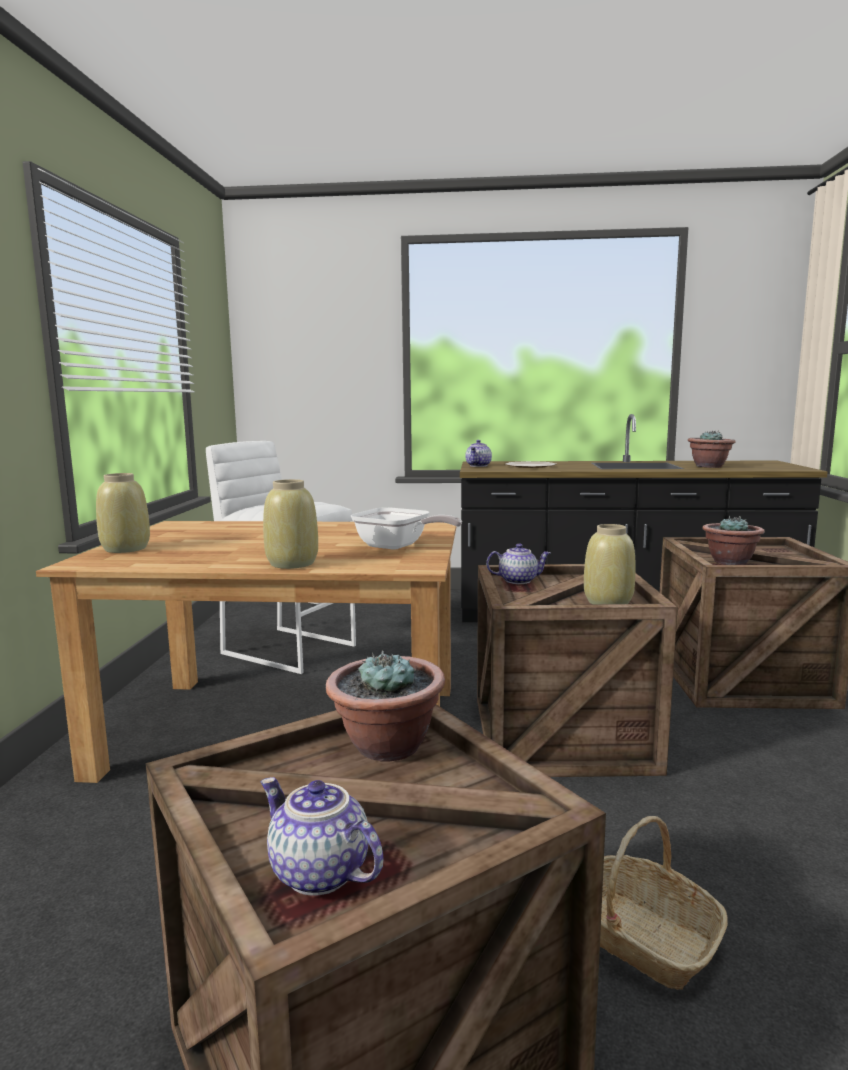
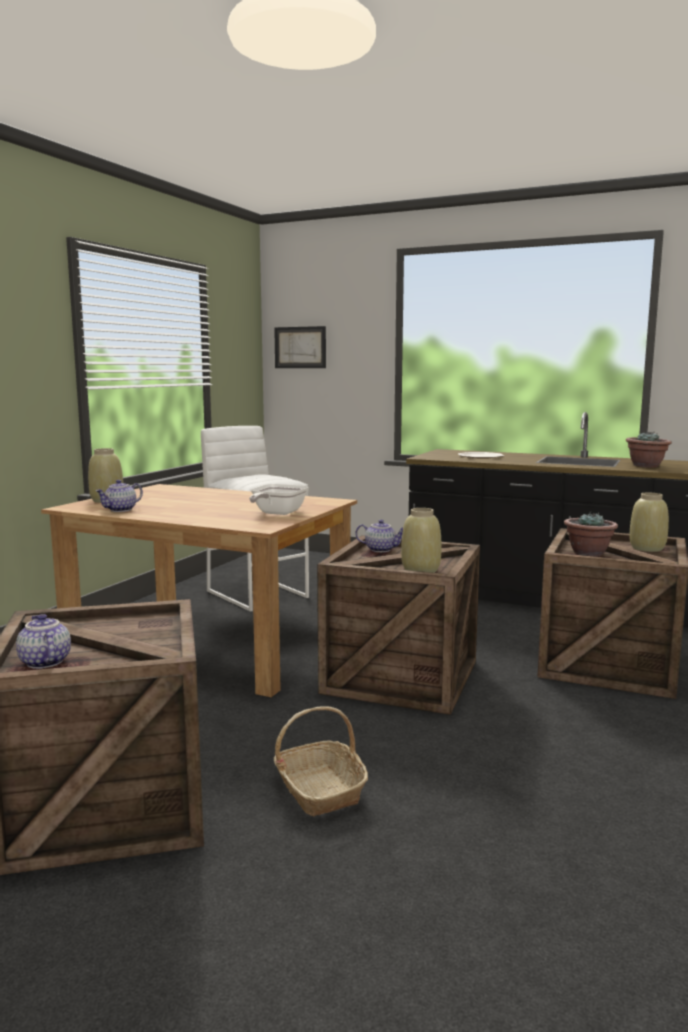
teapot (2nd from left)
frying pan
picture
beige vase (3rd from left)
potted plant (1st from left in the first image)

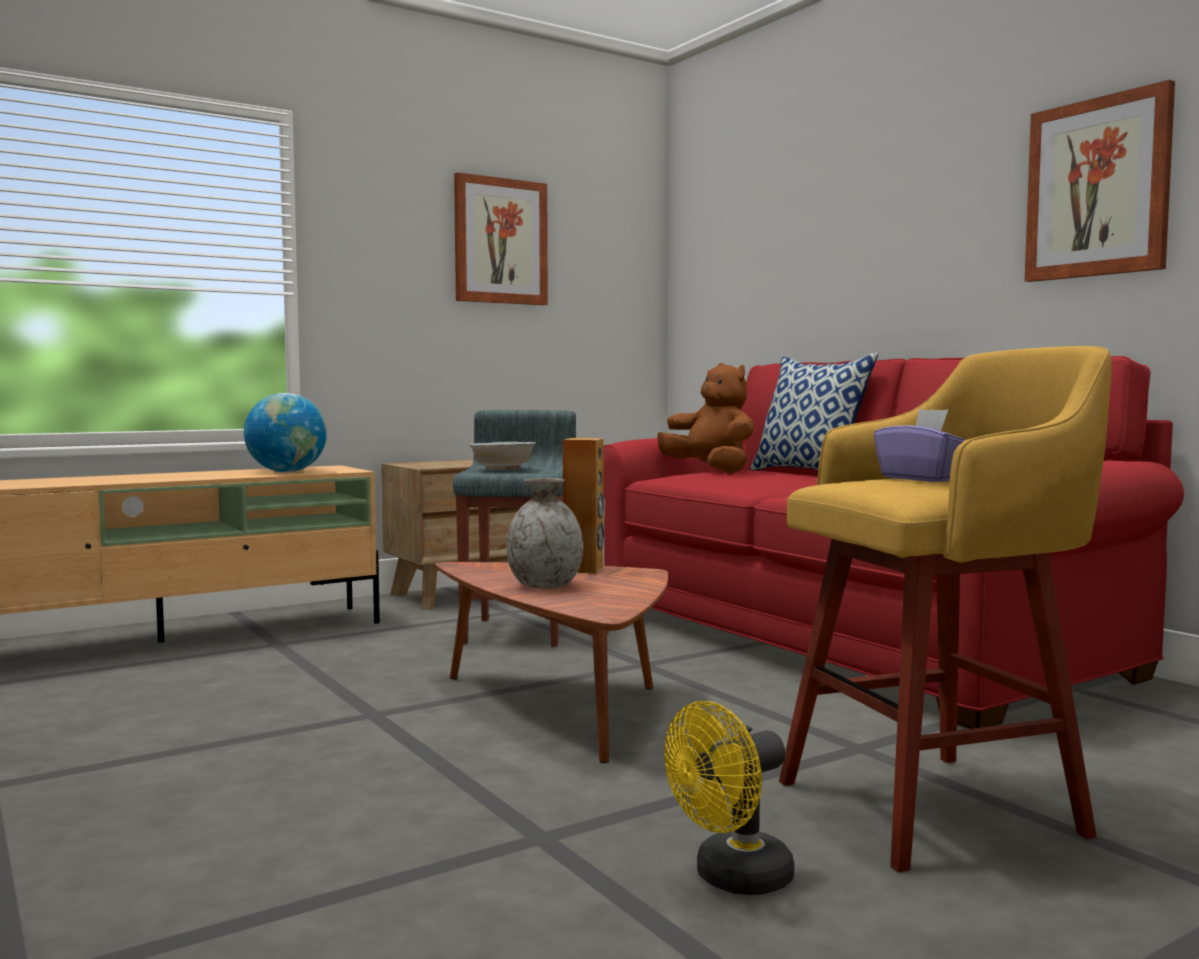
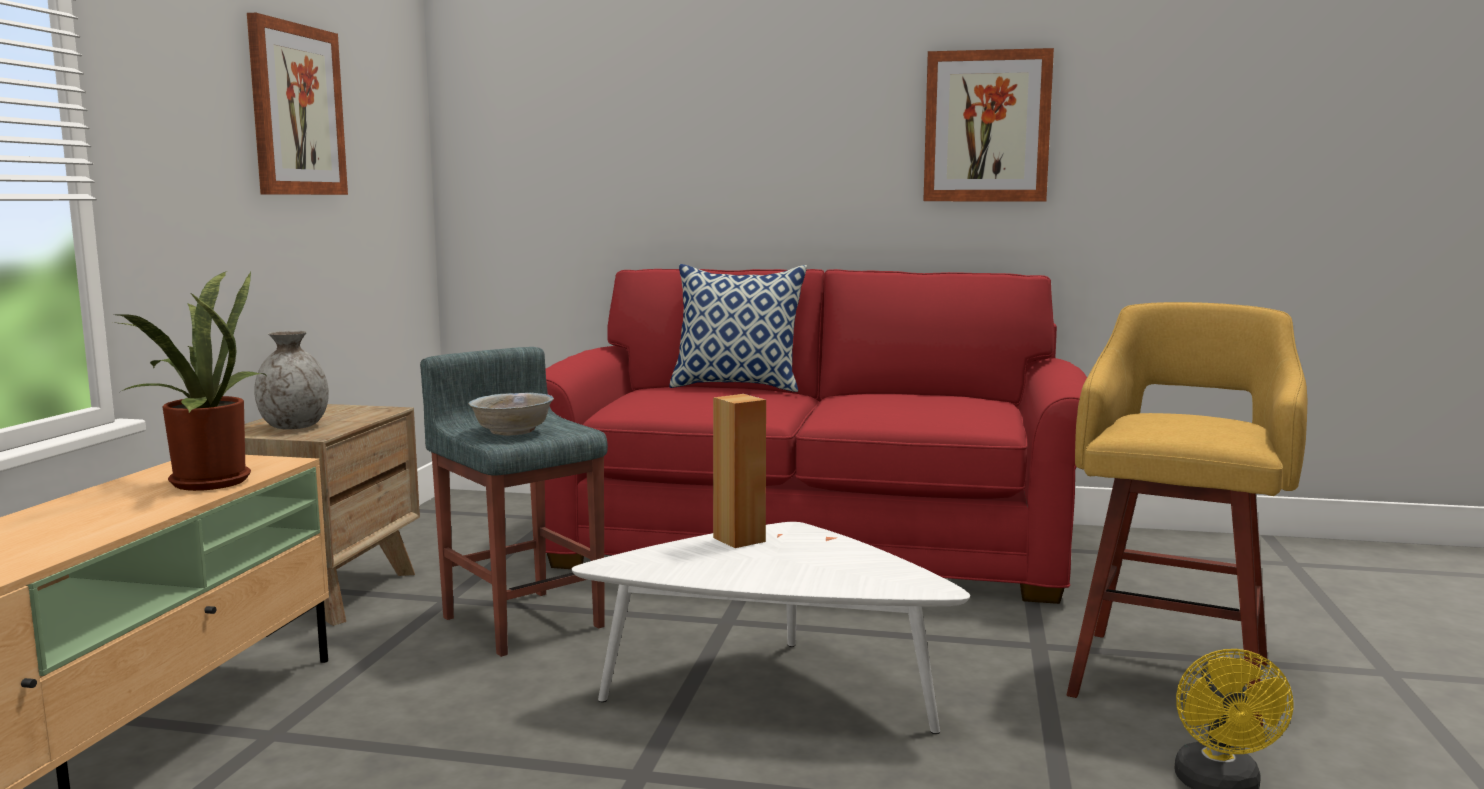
potted plant
grey vase
white coffee table
brown plush toy
purple tissue box

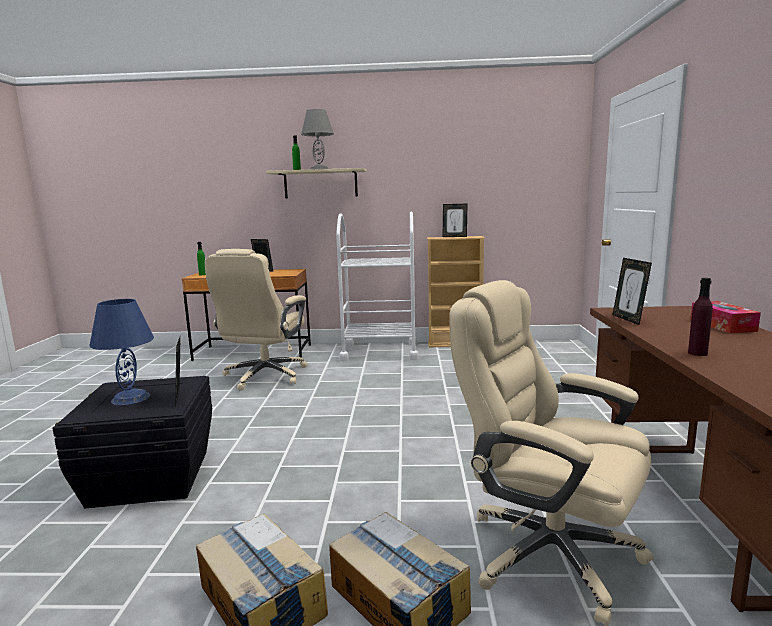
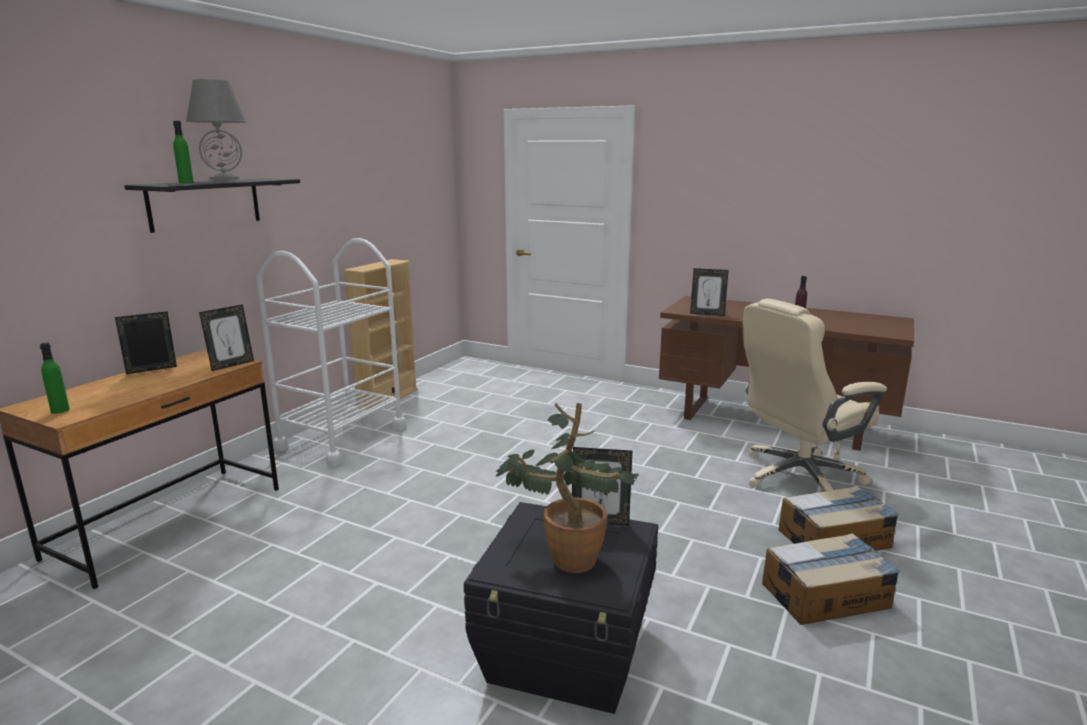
black shelf
picture frame (2nd from left)
potted plant
beige office chair (1st from left in the first image)
tissue box

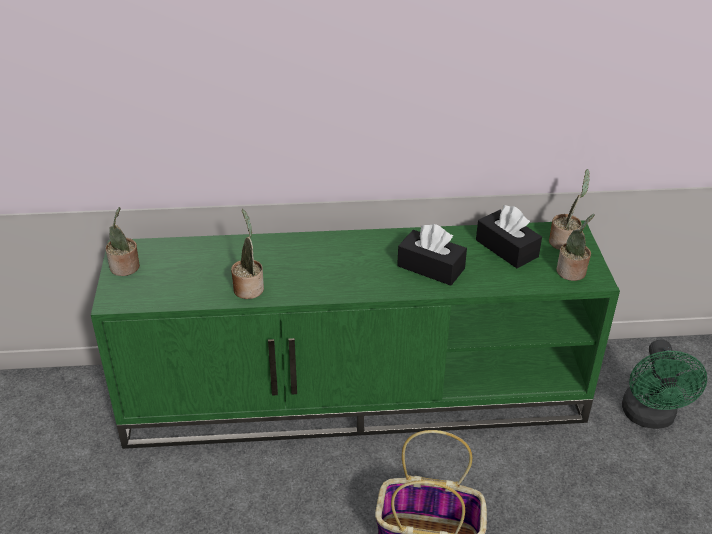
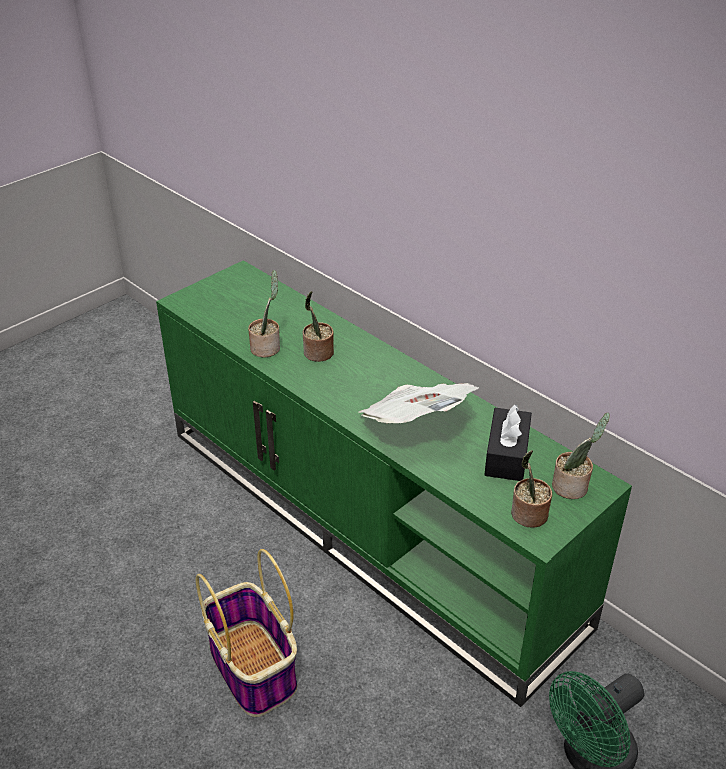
potted plant (2nd from left)
newspaper

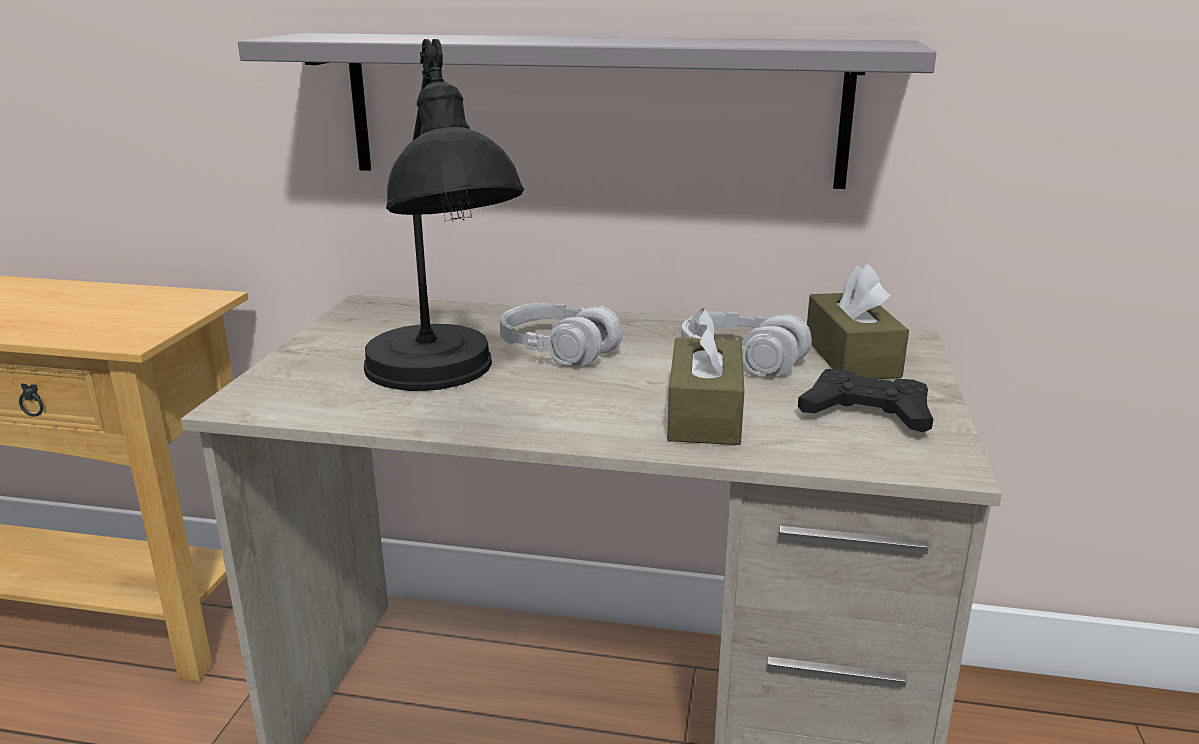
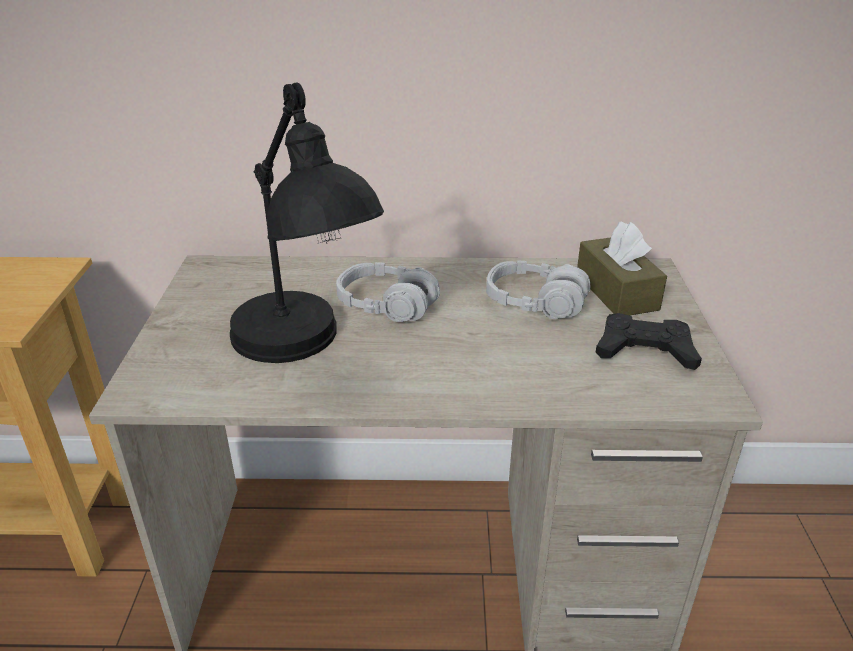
grey shelf
brown tissue box (1st from left in the first image)

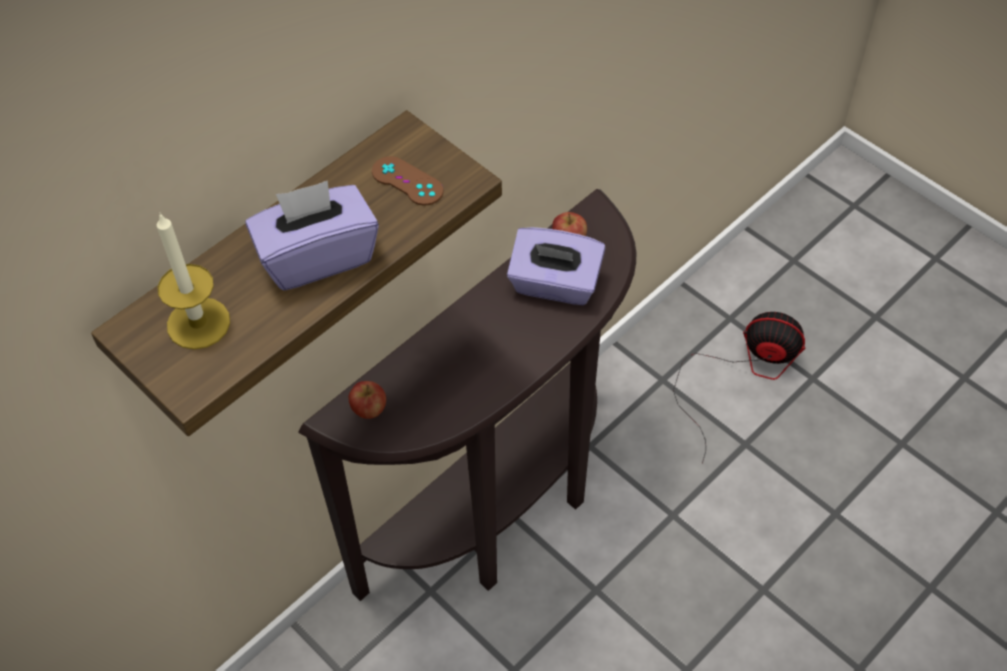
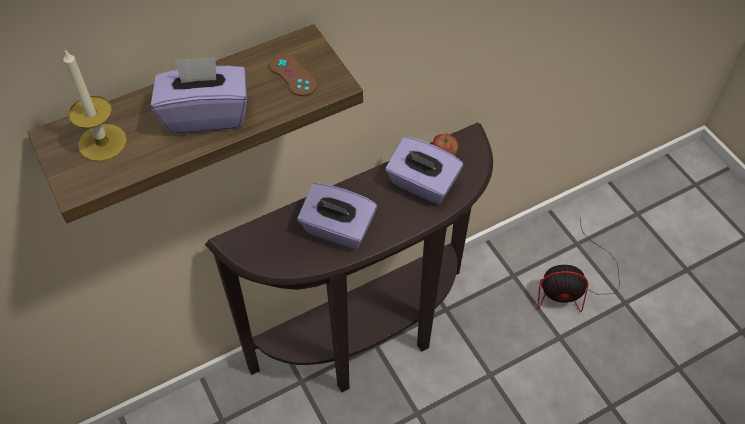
purple tissue box (2nd from left)
fan
apple (1st from left in the first image)

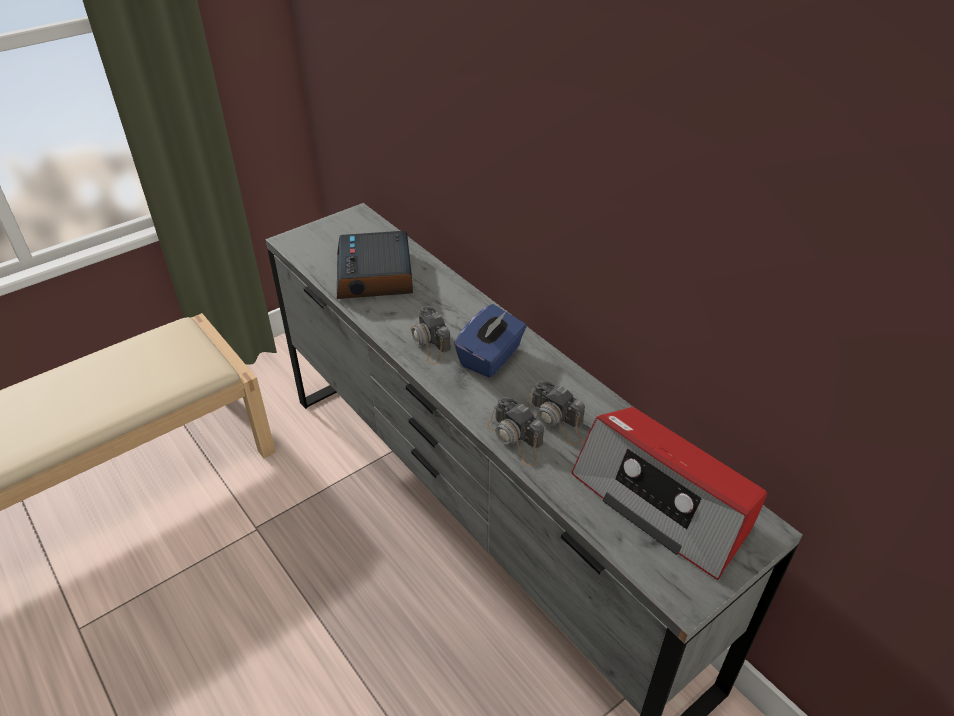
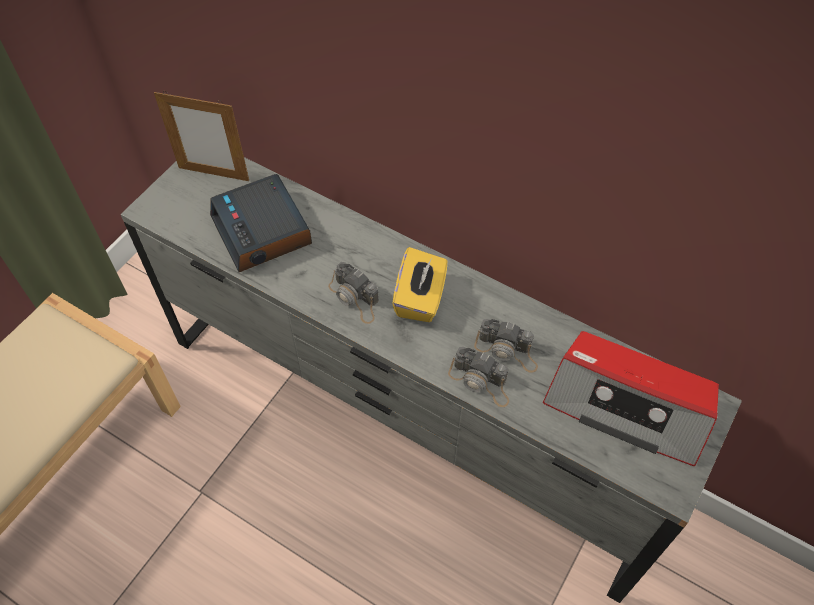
picture frame
yellow tissue box

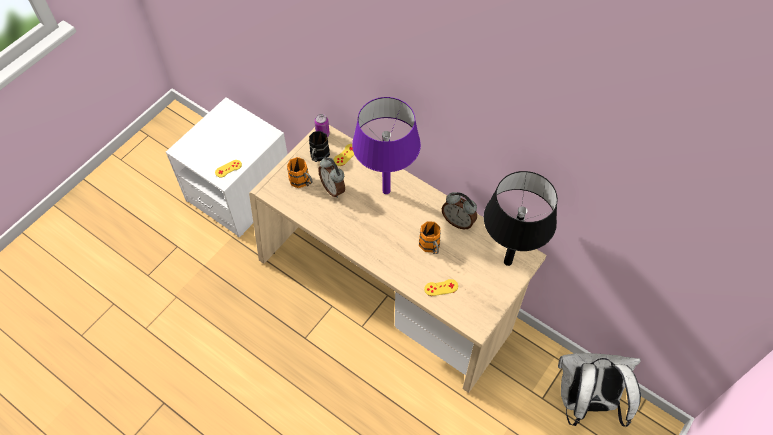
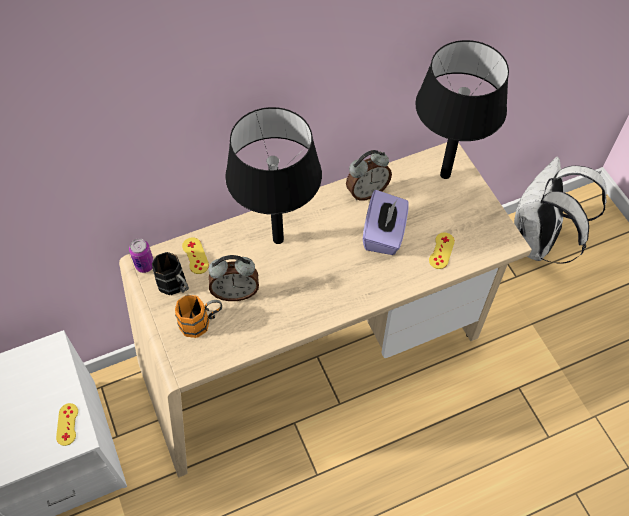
black table lamp (1st from left)
purple tissue box

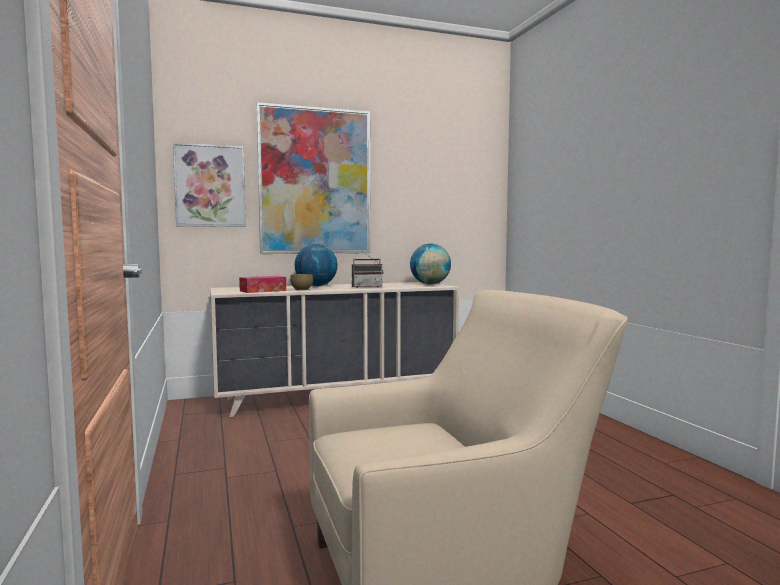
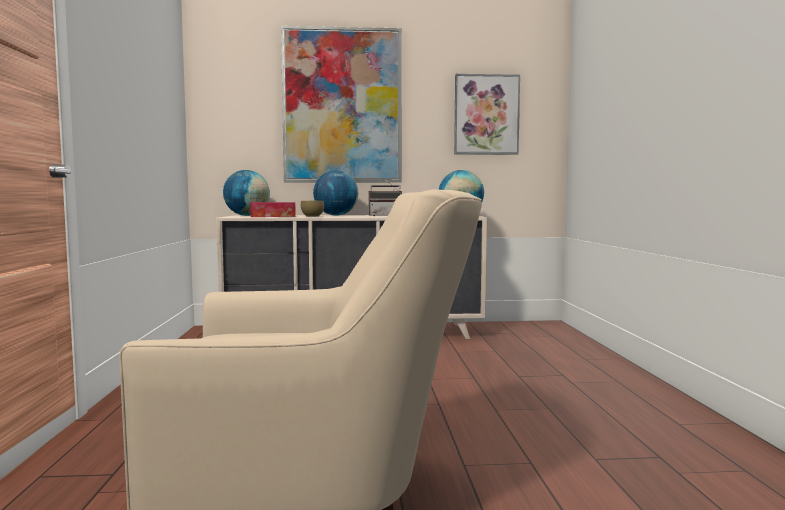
globe (1st from left)
picture (2nd from left)

